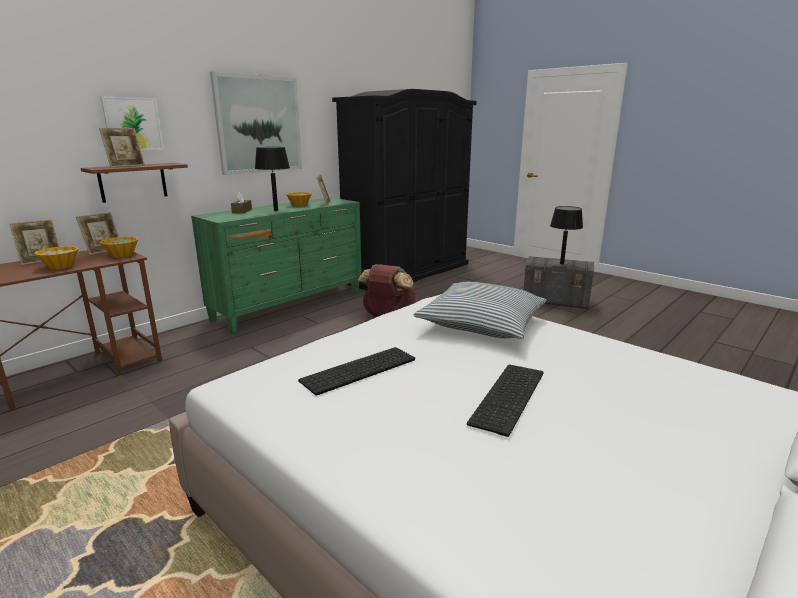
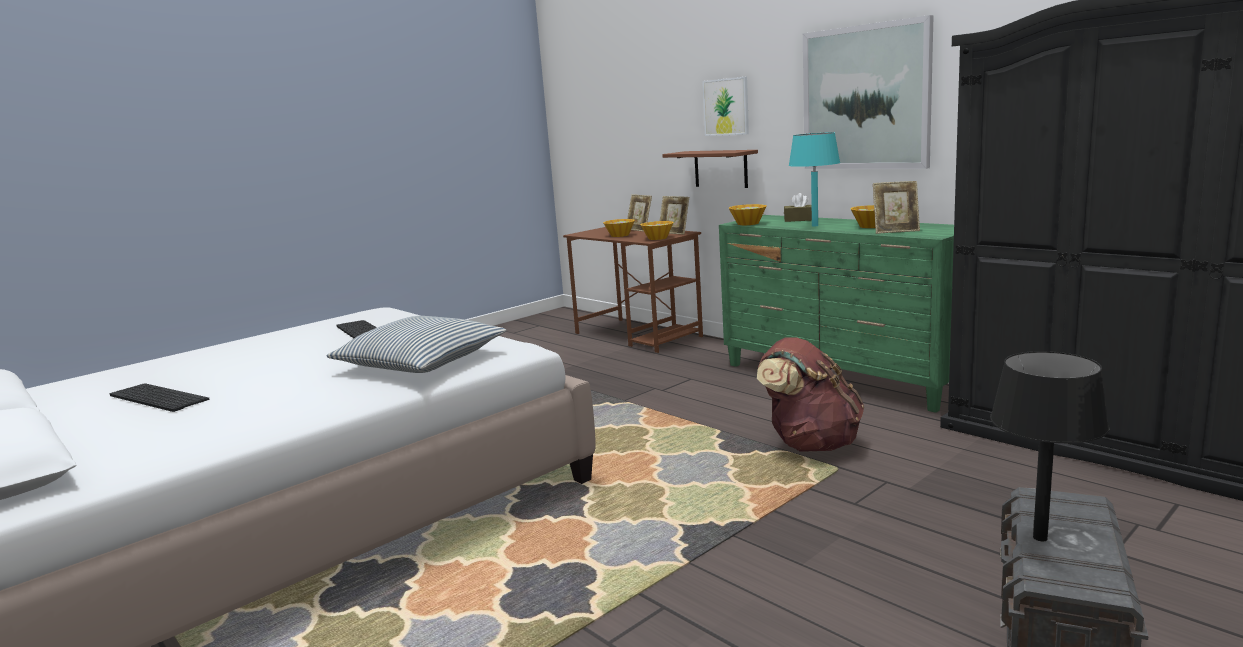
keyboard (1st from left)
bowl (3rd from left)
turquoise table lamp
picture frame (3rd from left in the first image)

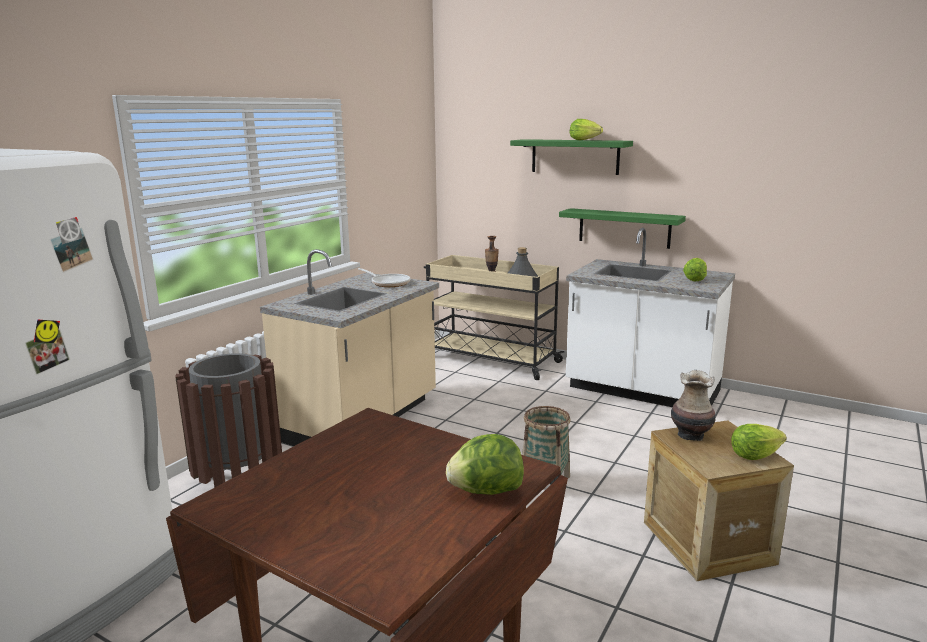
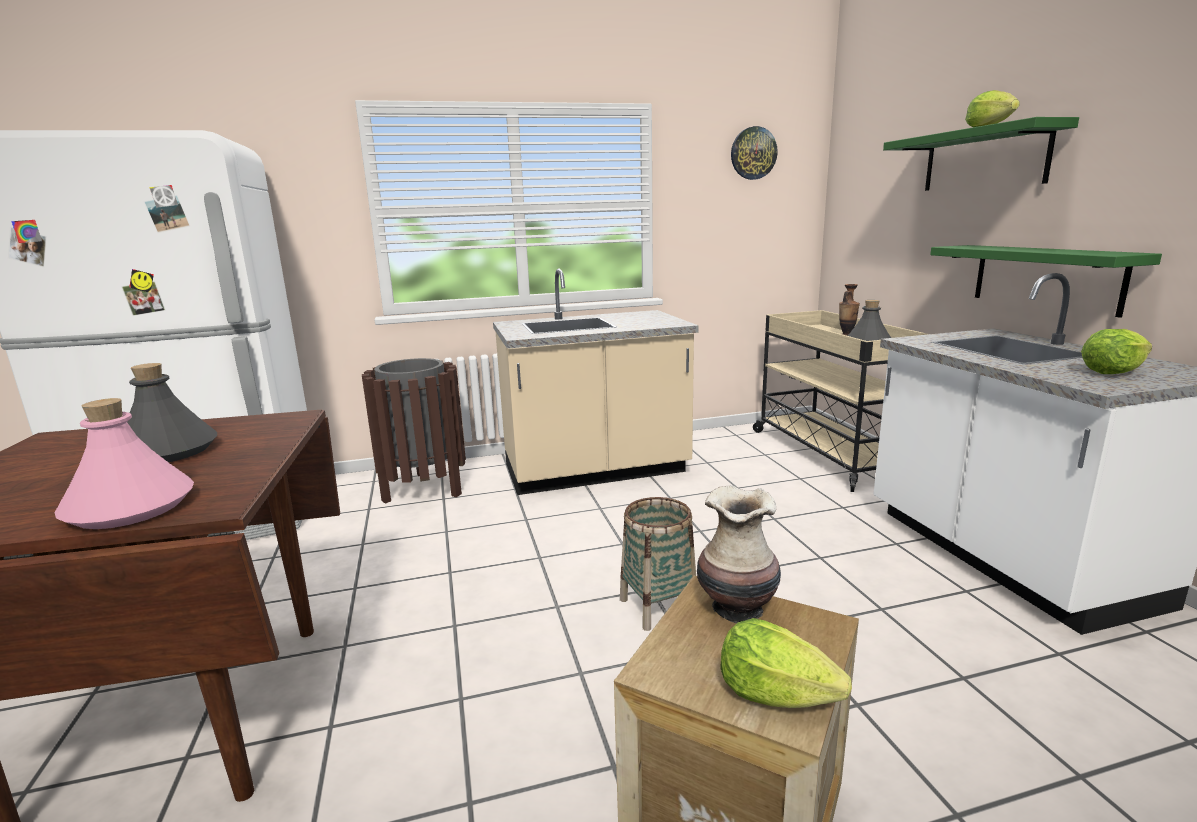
pink bottle
grey bottle (1st from left)
wall clock
frying pan

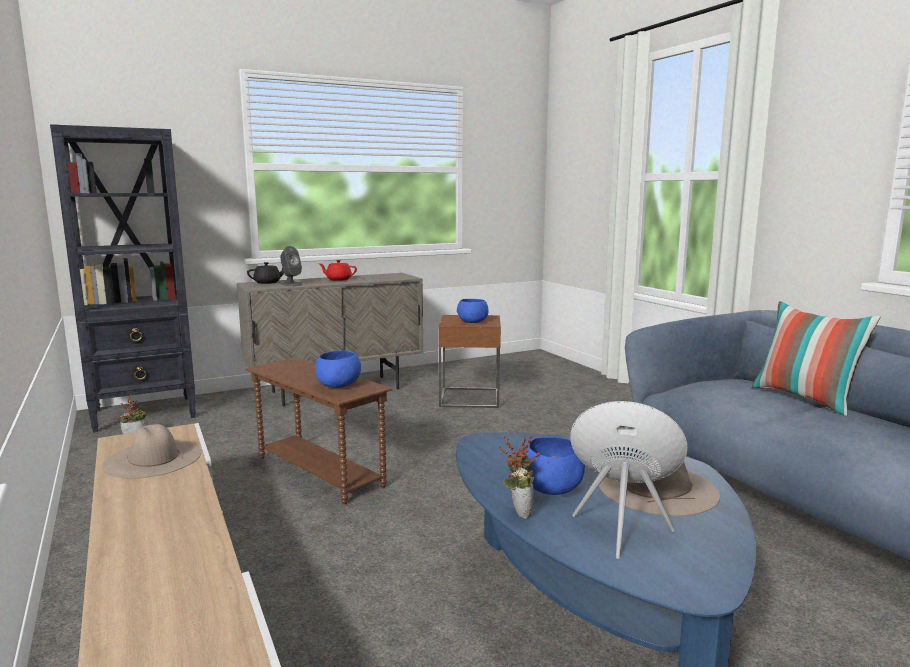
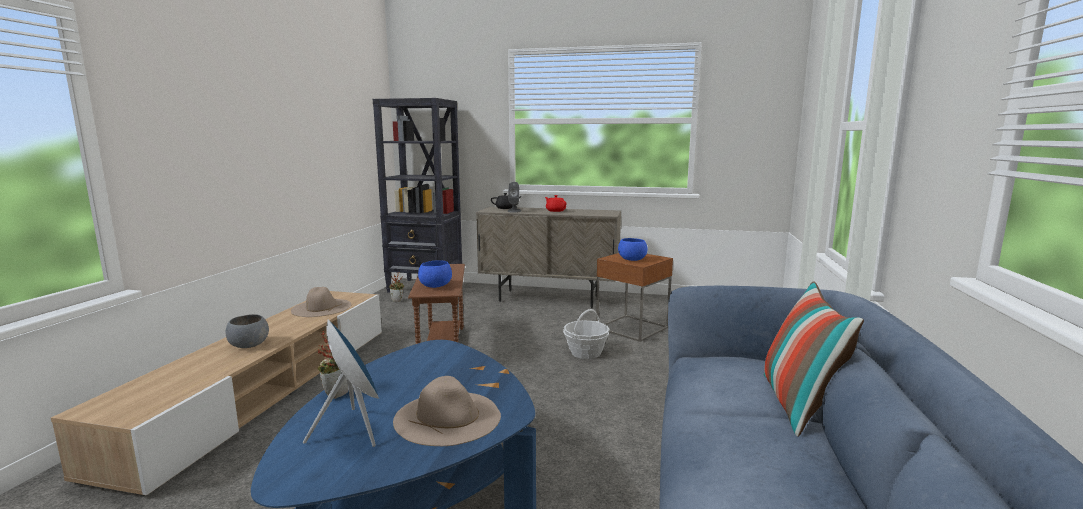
grey bowl
basket
blue bowl (3rd from left in the first image)

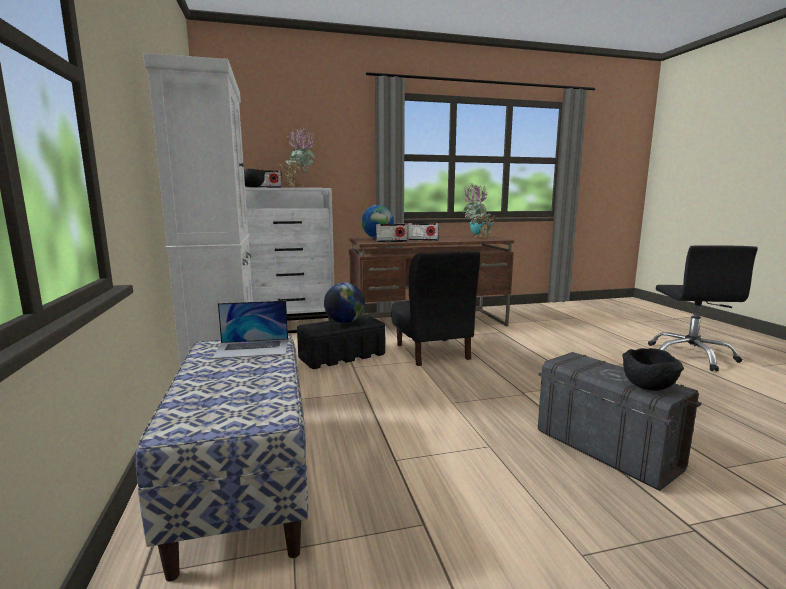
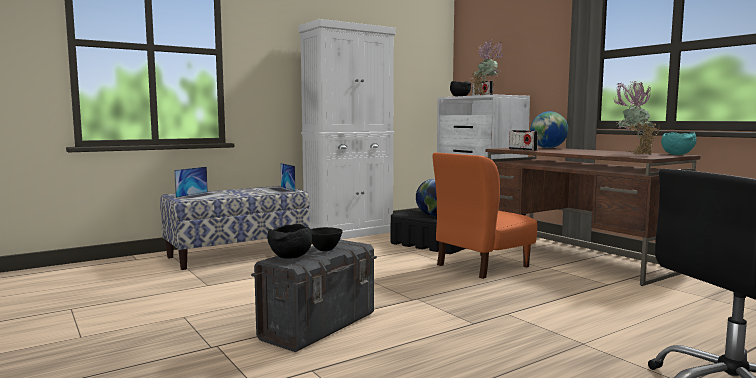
laptop (1st from left)
black bowl (2nd from left)
orange chair
radio (3rd from left in the first image)

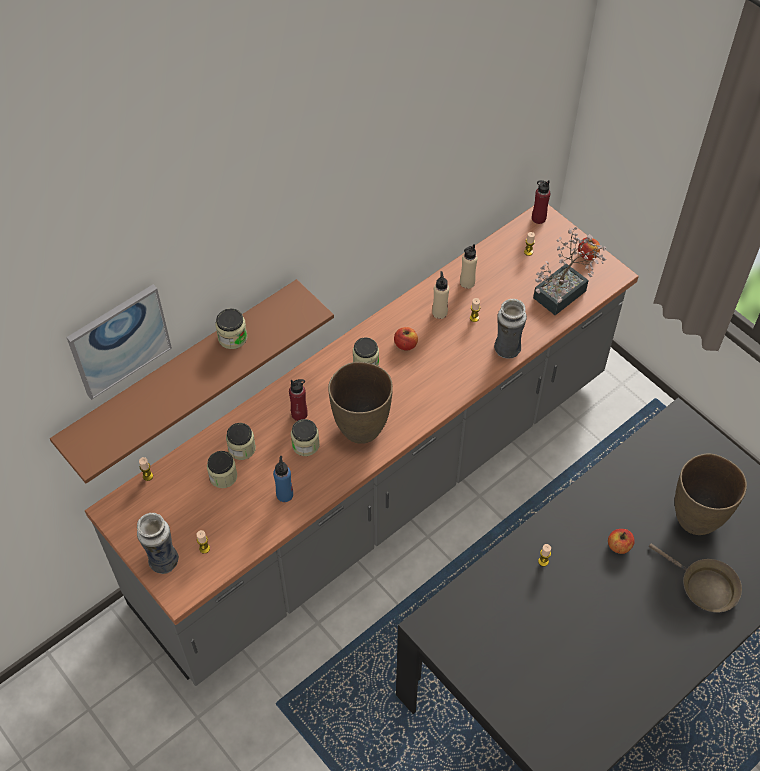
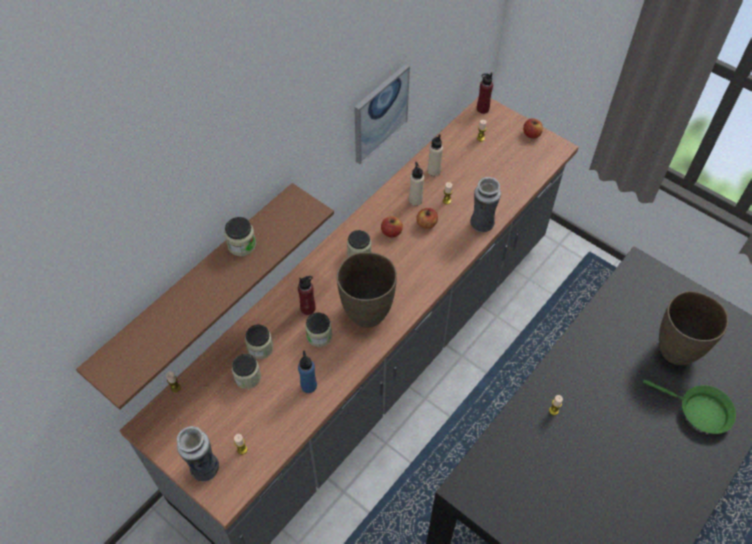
picture
apple (2nd from left)
green frying pan
potted plant

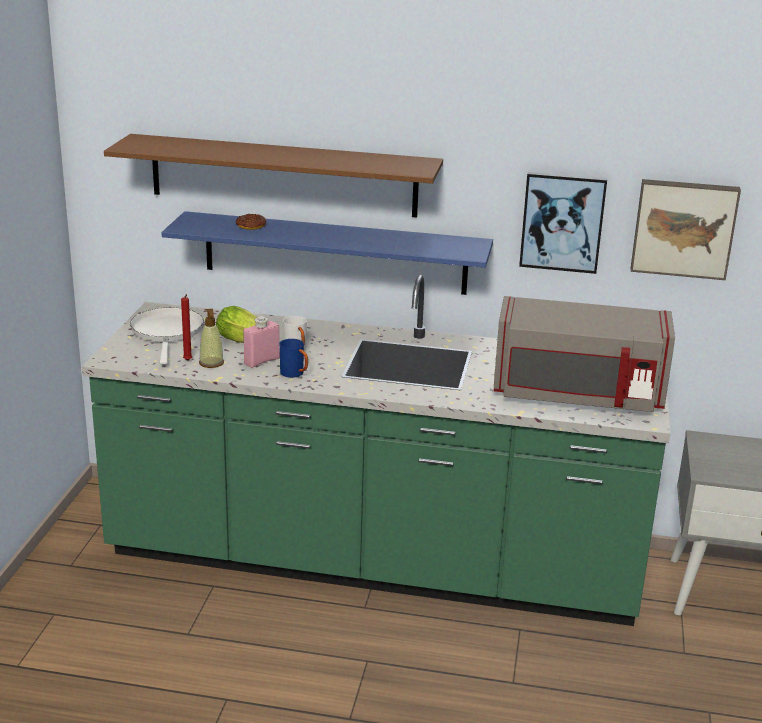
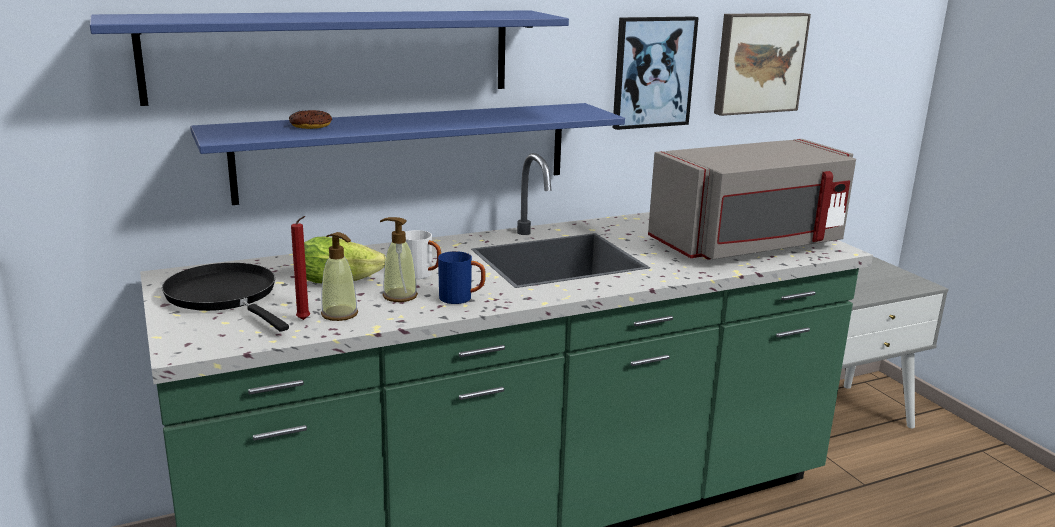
blue shelf (1st from left)
black frying pan
soap dispenser (2nd from left)

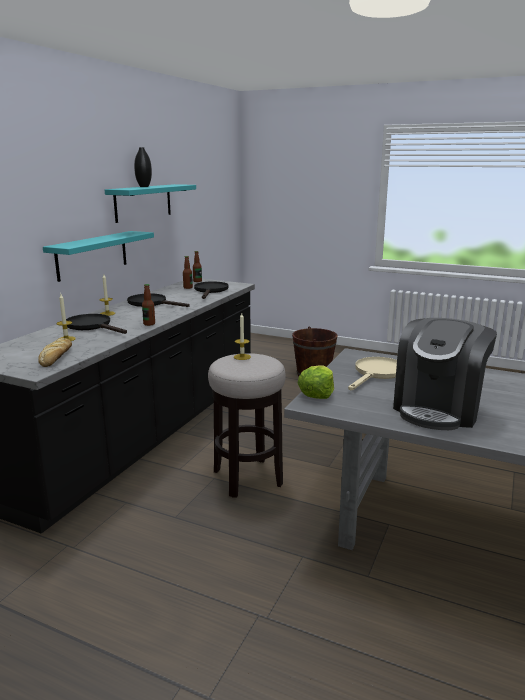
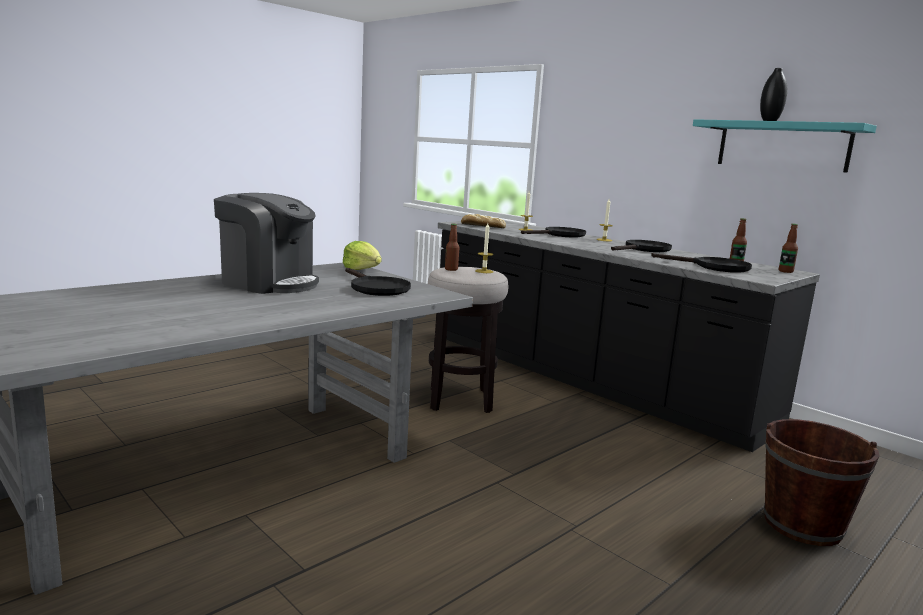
coffee machine
black frying pan (1st from left)
bottle (1st from left)
turquoise shelf (1st from left in the first image)

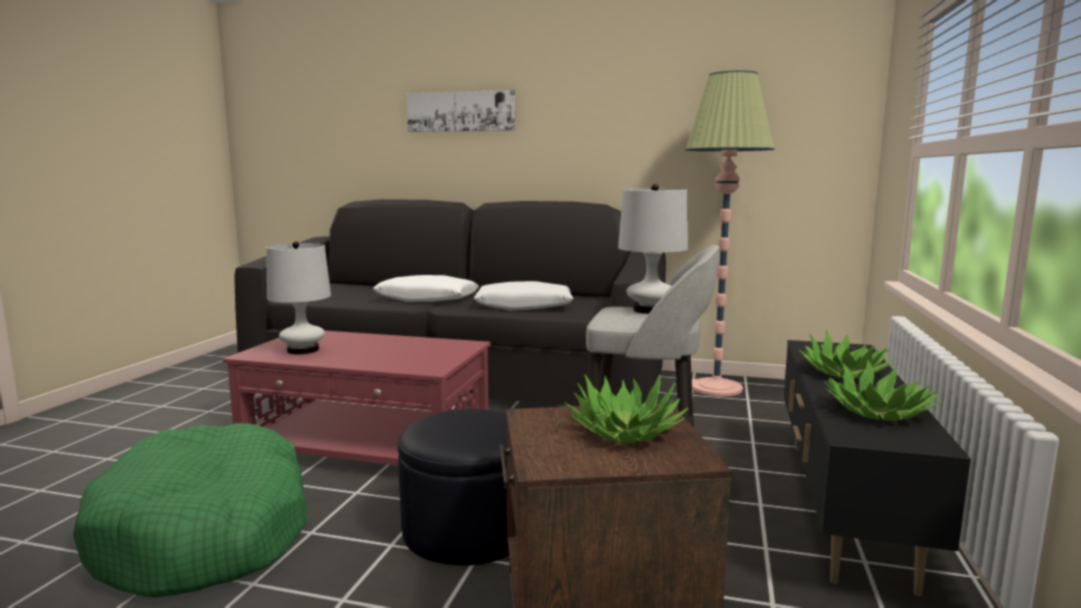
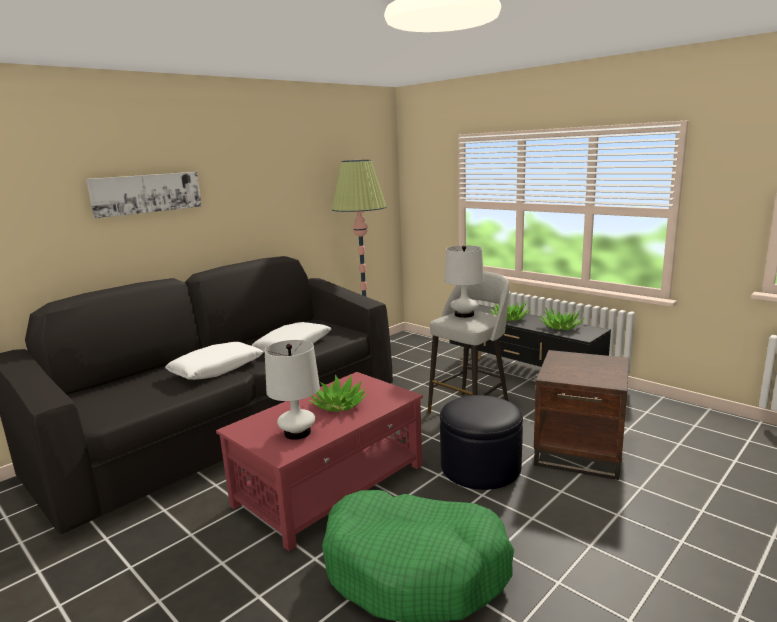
potted plant (1st from left)

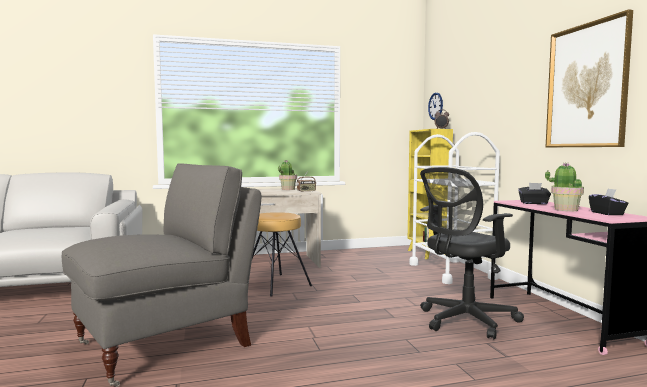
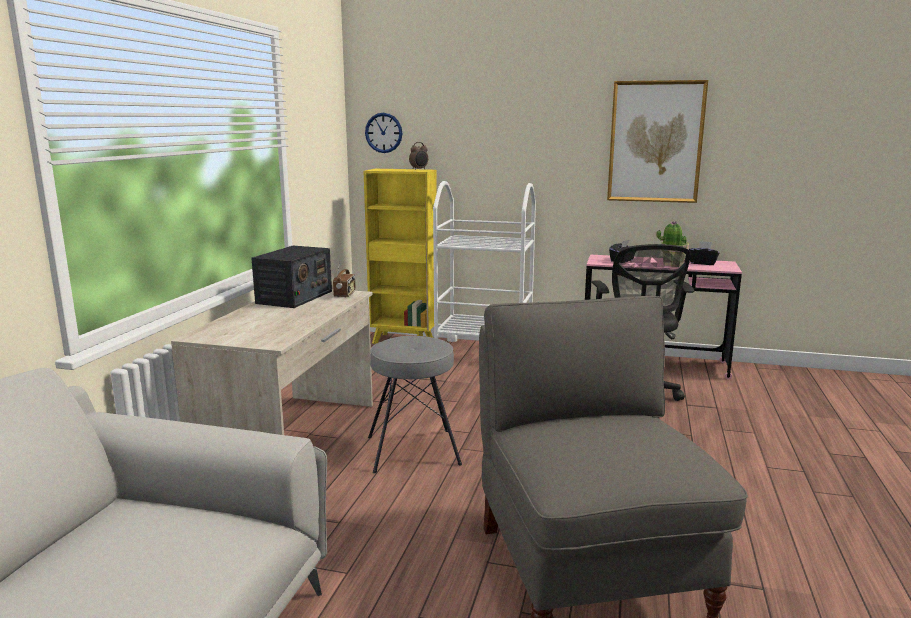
radio (1st from left)
grey stool

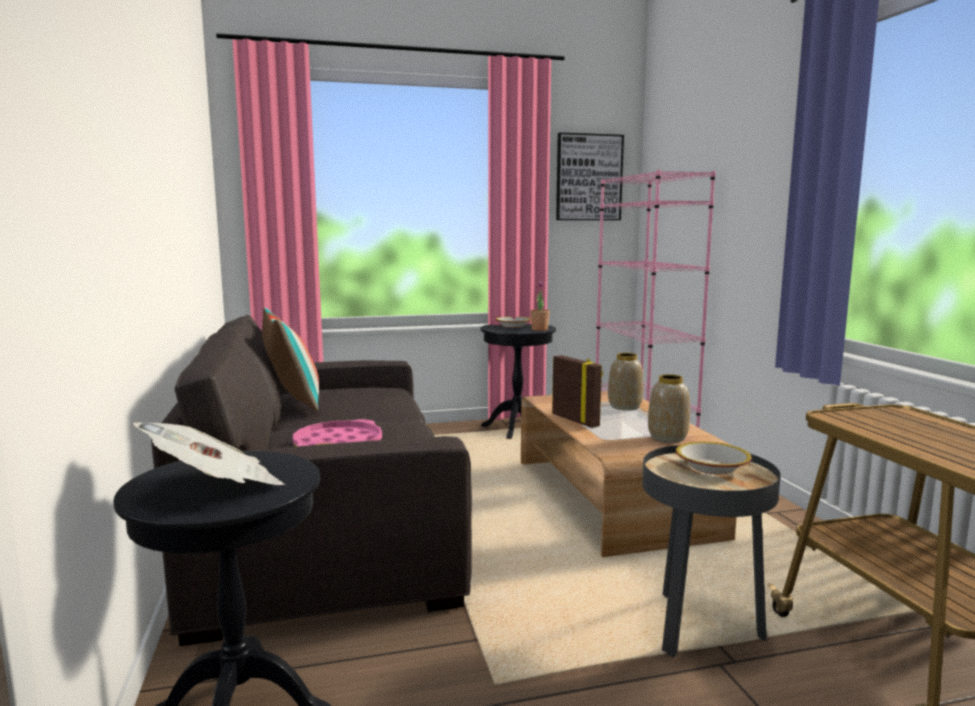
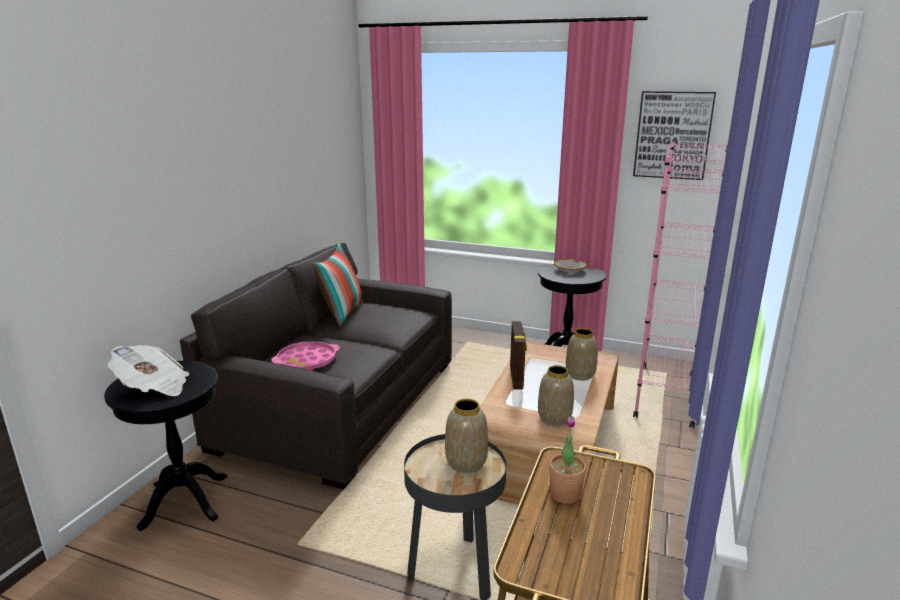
vase (1st from left)
potted plant

